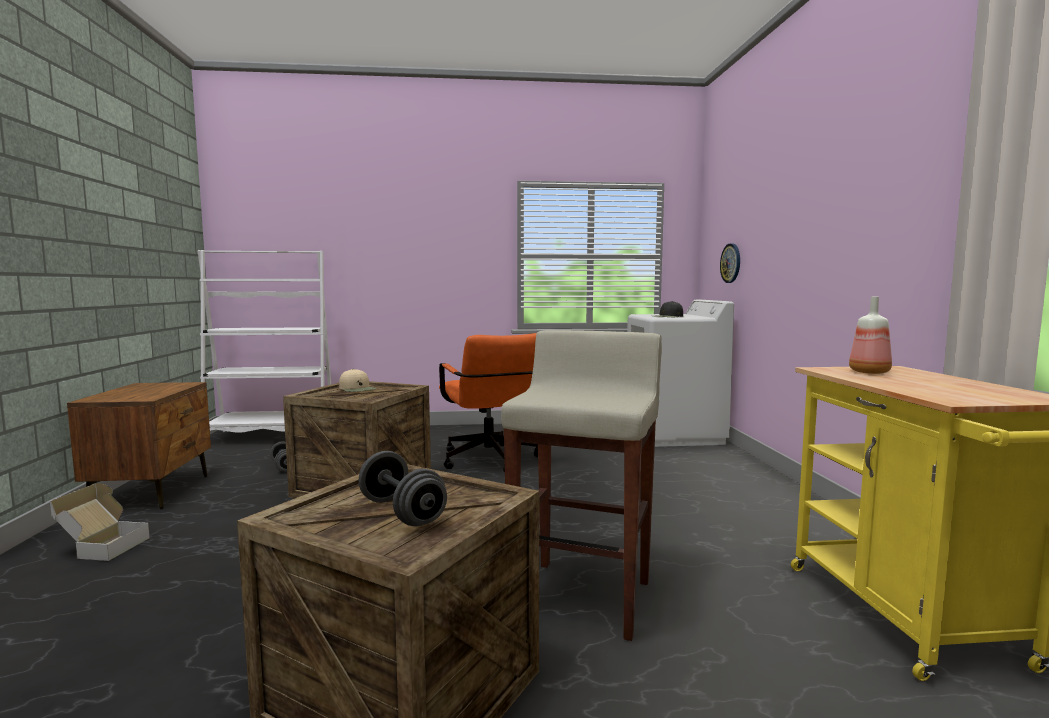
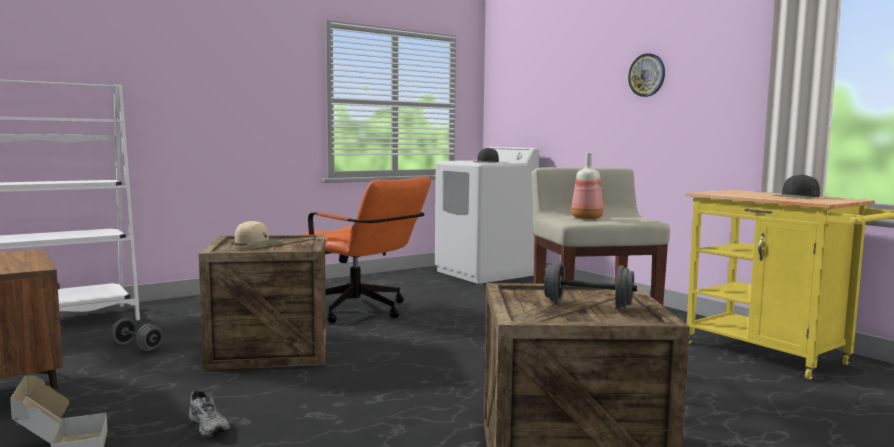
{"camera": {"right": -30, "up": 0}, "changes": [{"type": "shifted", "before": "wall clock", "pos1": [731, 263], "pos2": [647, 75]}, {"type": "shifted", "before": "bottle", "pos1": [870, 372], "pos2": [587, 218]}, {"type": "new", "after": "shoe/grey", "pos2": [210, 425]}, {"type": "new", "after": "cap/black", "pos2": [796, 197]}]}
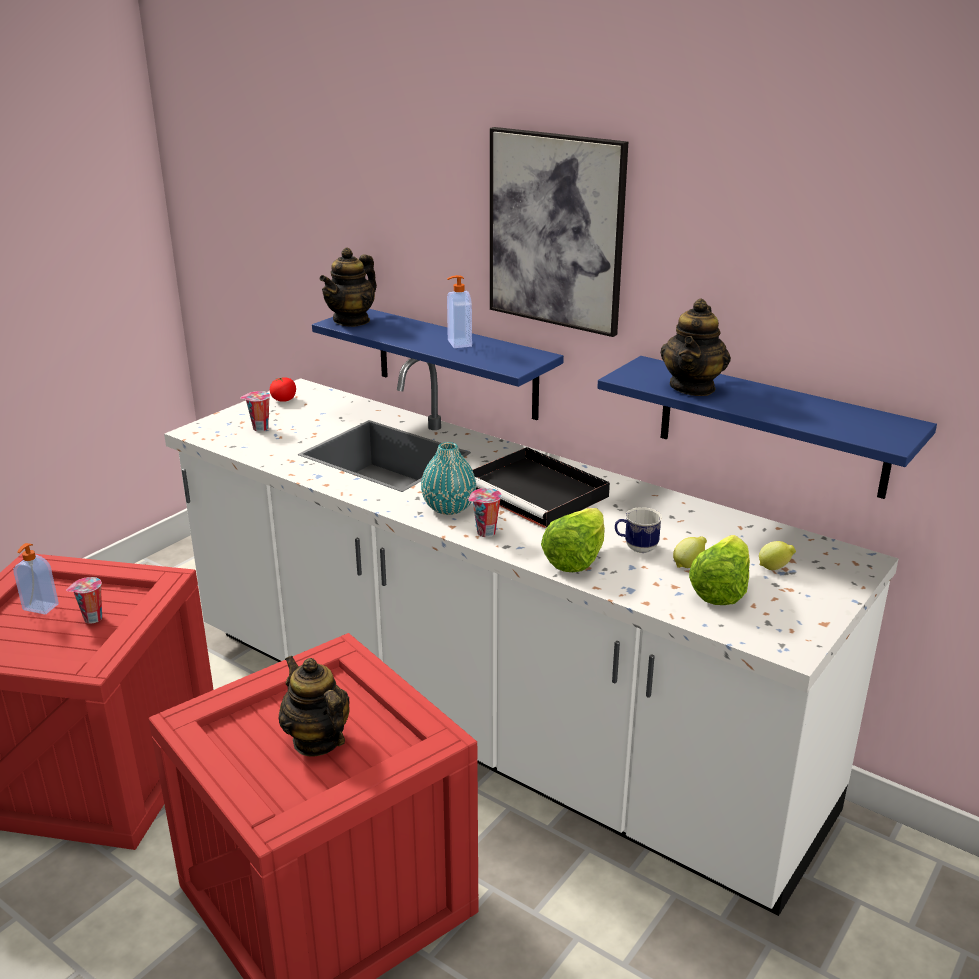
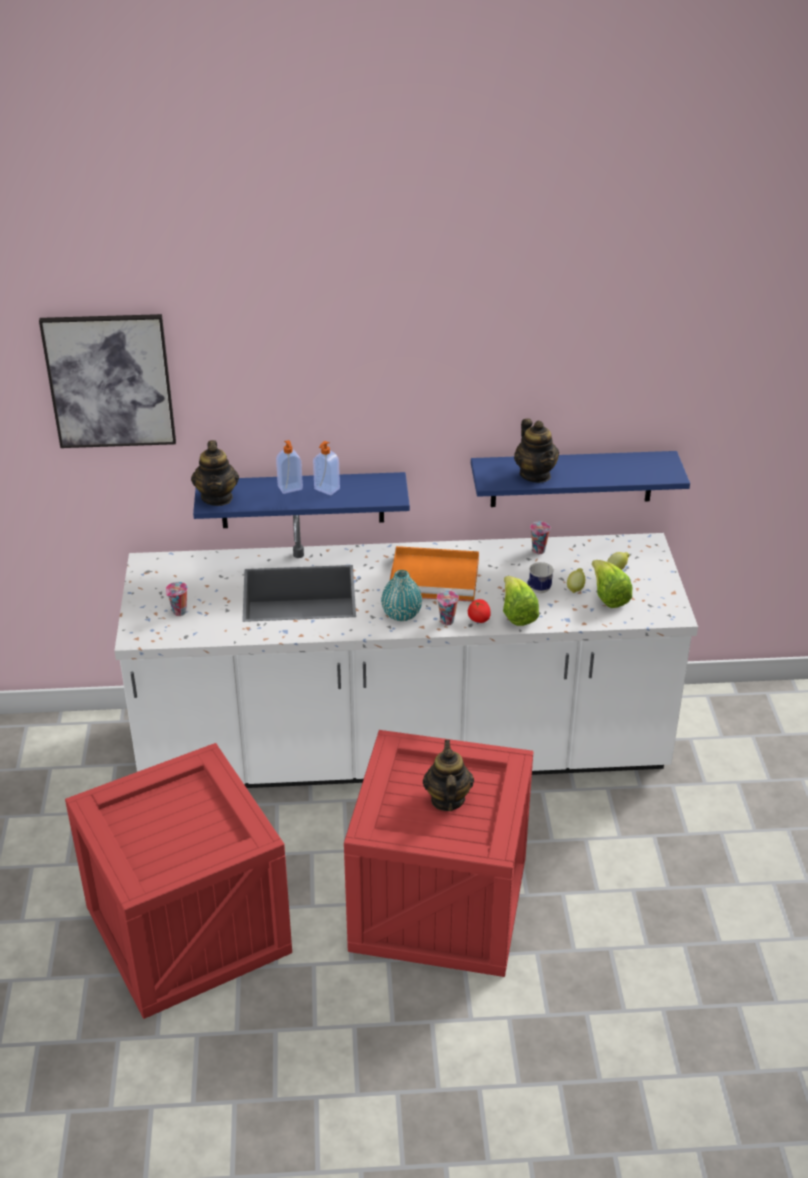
{"camera": {"right": -40, "up": 10}, "changes": [{"type": "shifted", "before": "soap dispenser", "pos1": [40, 608], "pos2": [290, 488]}, {"type": "shifted", "before": "cup", "pos1": [92, 619], "pos2": [538, 551]}, {"type": "shifted", "before": "tomato", "pos1": [283, 400], "pos2": [479, 619]}, {"type": "rotated", "before": "teapot", "pos1": [317, 740], "pos2": [447, 799], "turn": 75}, {"type": "repainted", "before": "tray/black", "after": "tray/orange", "pos1": [537, 493], "pos2": [436, 577]}, {"type": "shifted", "before": "picture", "pos1": [556, 231], "pos2": [110, 381]}]}
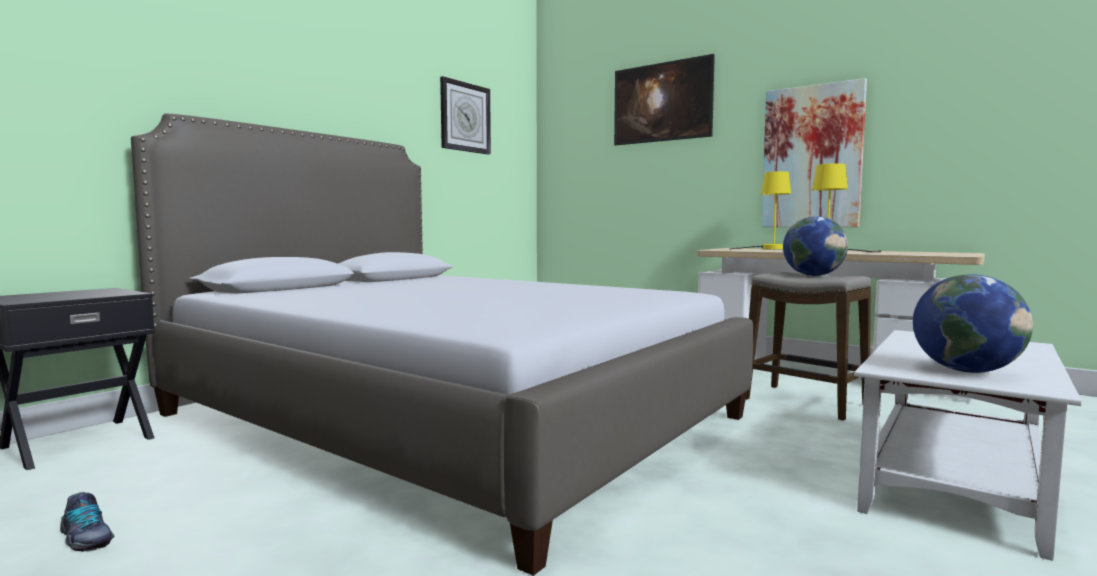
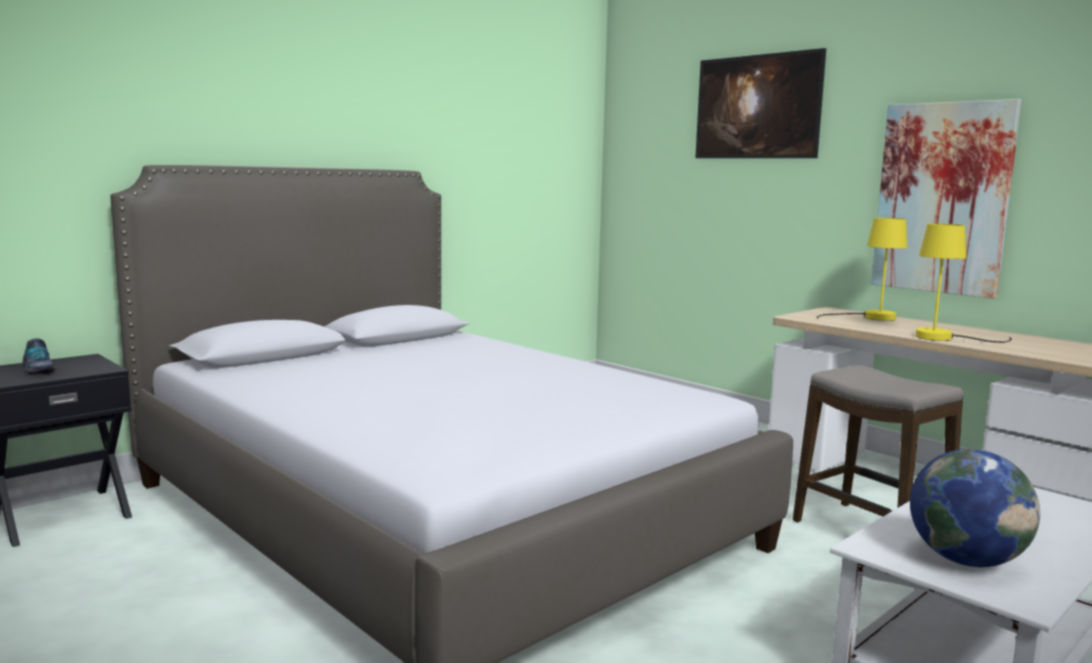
{"camera": {"right": 10, "up": 5}, "changes": [{"type": "shifted", "before": "shoe", "pos1": [85, 538], "pos2": [38, 370]}, {"type": "gone", "before": "wall clock", "pos1": [465, 117]}, {"type": "gone", "before": "globe", "pos1": [813, 275]}]}
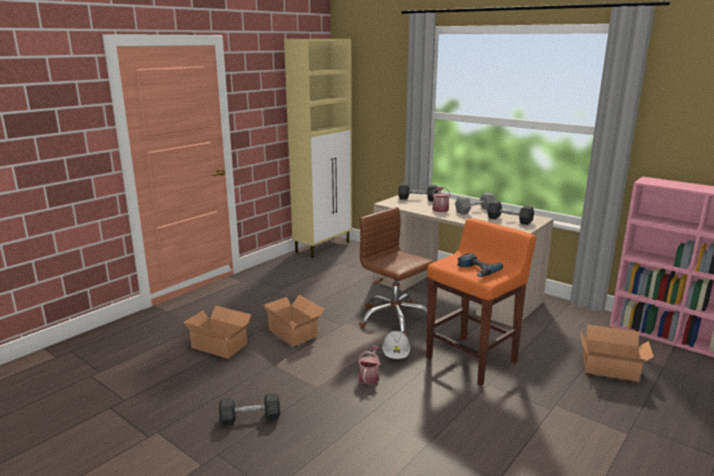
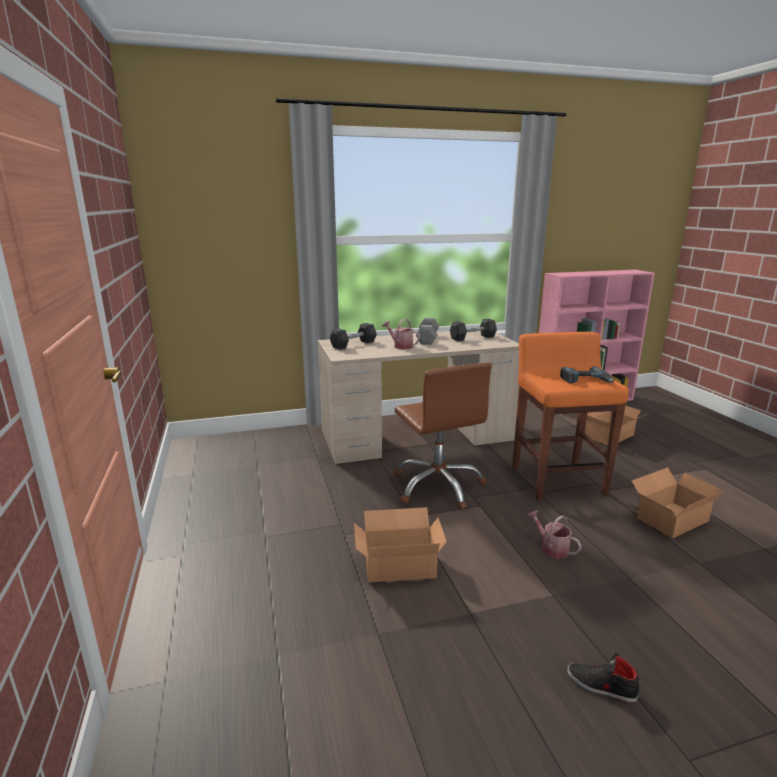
{"camera": {"right": -55, "up": 0}, "changes": [{"type": "shifted", "before": "cardboard box", "pos1": [219, 344], "pos2": [669, 519]}, {"type": "swapped", "before": "dumbbell/grey", "after": "shoe/black", "pos1": [250, 418], "pos2": [601, 686]}, {"type": "gone", "before": "cabinet/beige", "pos1": [323, 247]}, {"type": "rotated", "before": "office chair/brown", "pos1": [394, 318], "pos2": [438, 485], "turn": -105}, {"type": "gone", "before": "hard hat/white", "pos1": [396, 355]}]}
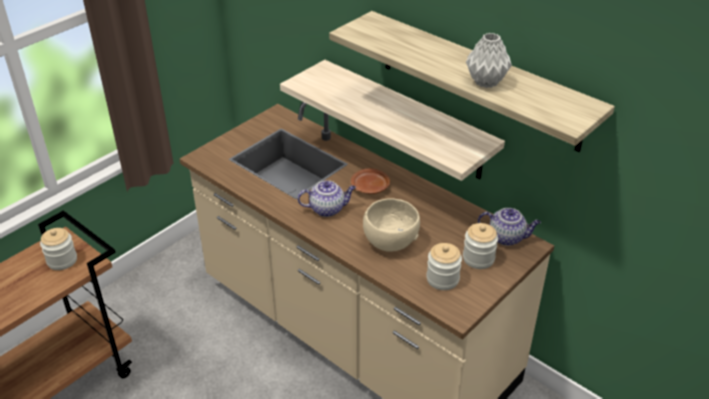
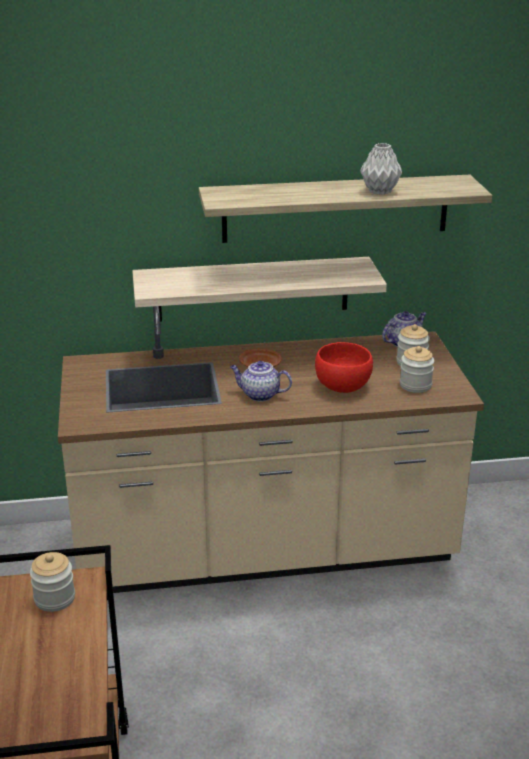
{"camera": {"right": -50, "up": -10}, "changes": [{"type": "rotated", "before": "teapot", "pos1": [327, 209], "pos2": [259, 395], "turn": -105}, {"type": "repainted", "before": "bowl/beige", "after": "bowl/red", "pos1": [390, 242], "pos2": [342, 387]}]}
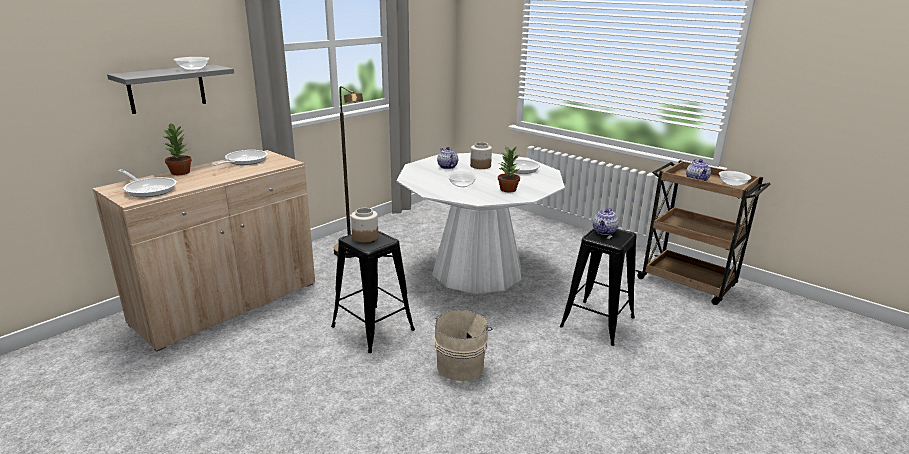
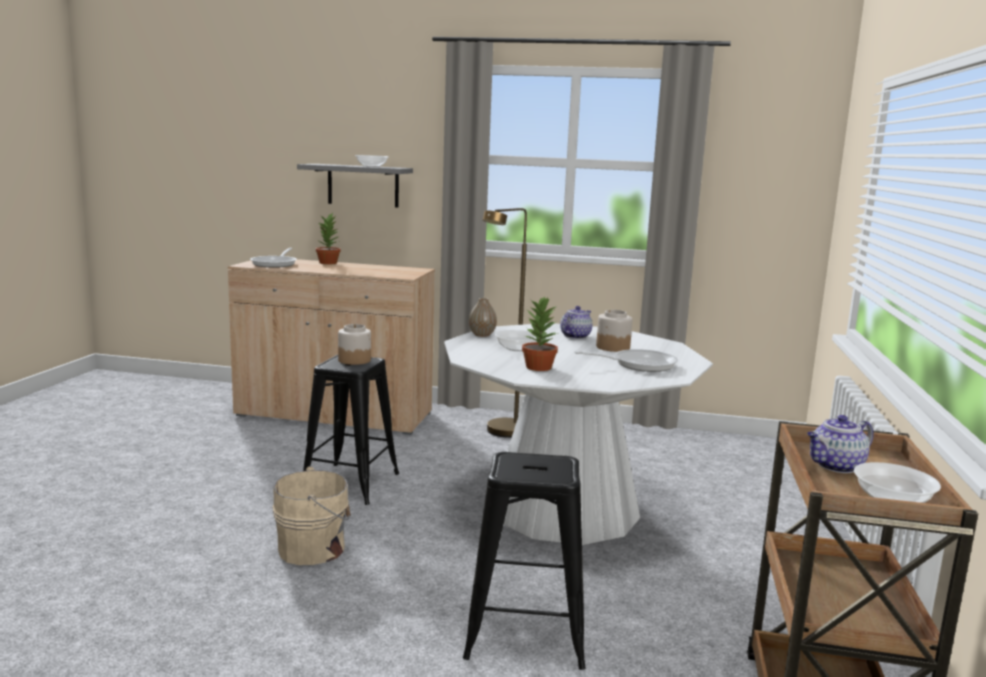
{"camera": {"right": 60, "up": -10}, "changes": [{"type": "gone", "before": "frying pan", "pos1": [244, 161]}, {"type": "gone", "before": "teapot", "pos1": [604, 232]}, {"type": "new", "after": "vase", "pos2": [482, 335]}]}
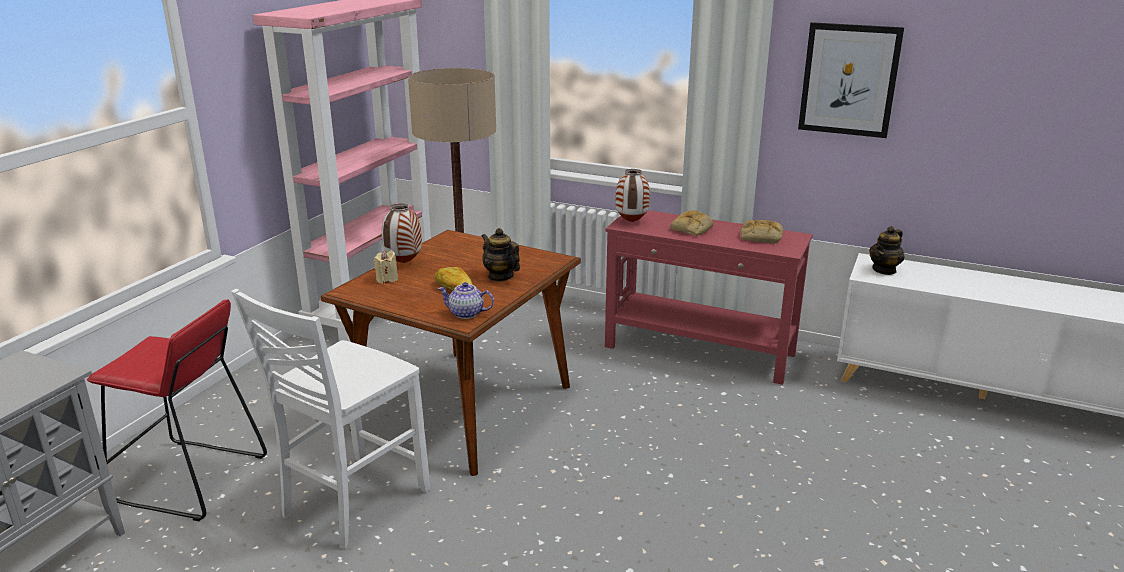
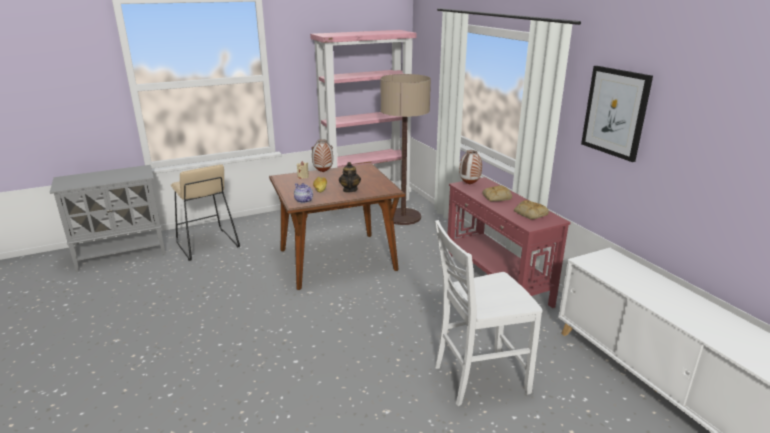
{"camera": {"right": 40, "up": 0}, "changes": [{"type": "repainted", "before": "stool/red", "after": "stool/beige", "pos1": [189, 479], "pos2": [206, 244]}, {"type": "shifted", "before": "chair/white", "pos1": [352, 503], "pos2": [478, 378]}, {"type": "gone", "before": "teapot", "pos1": [884, 270]}]}
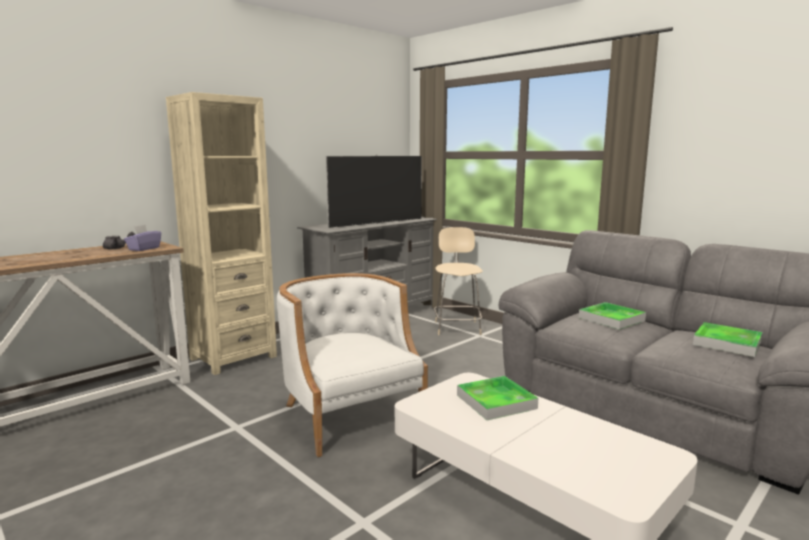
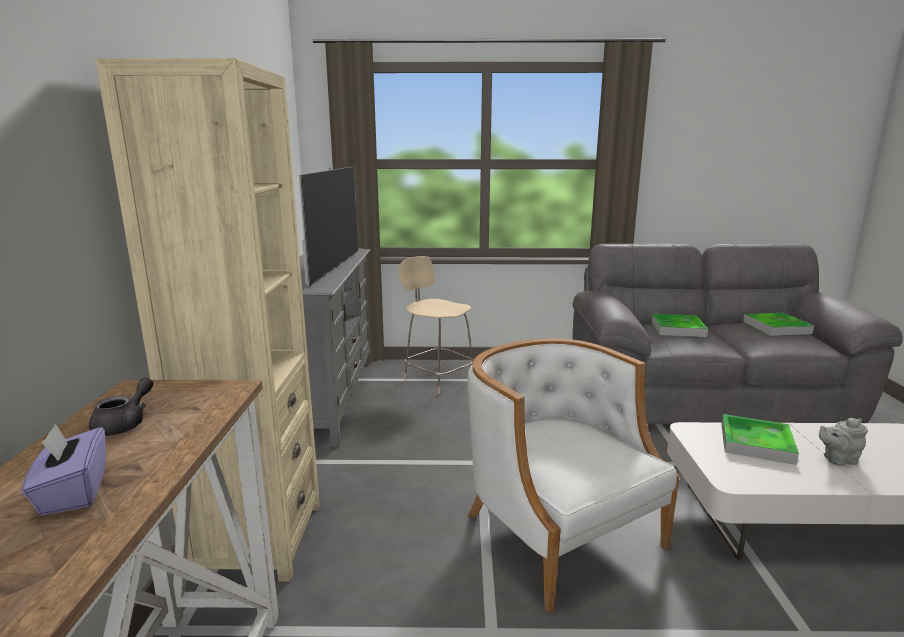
{"camera": {"right": -45, "up": 5}, "changes": [{"type": "shifted", "before": "tissue box/purple", "pos1": [144, 249], "pos2": [73, 492]}, {"type": "rotated", "before": "armchair/white", "pos1": [349, 414], "pos2": [556, 530], "turn": 45}, {"type": "new", "after": "teapot/grey", "pos2": [837, 459]}]}
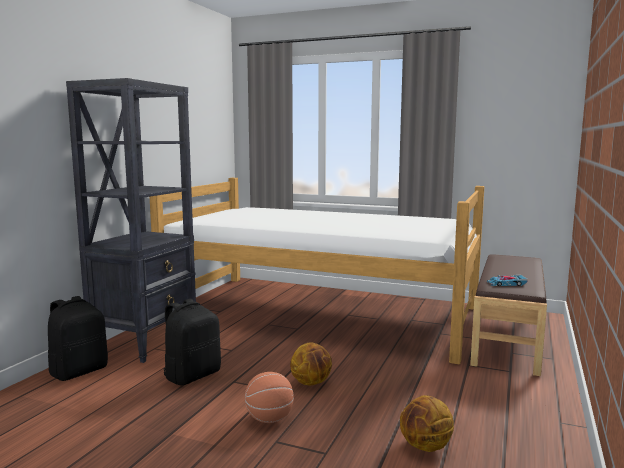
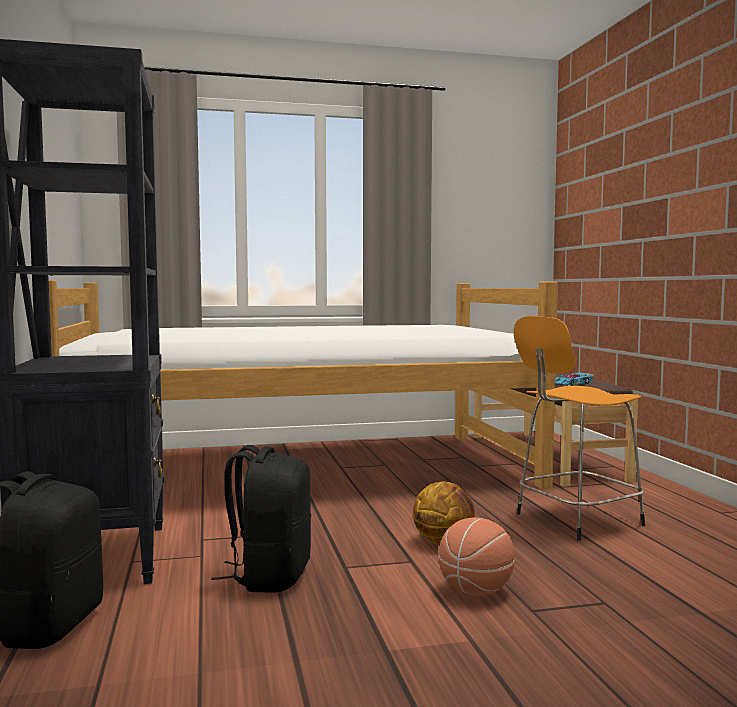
{"camera": {"right": -35, "up": -5}, "changes": [{"type": "gone", "before": "basketball", "pos1": [425, 447]}, {"type": "new", "after": "stool/orange", "pos2": [575, 520]}]}
